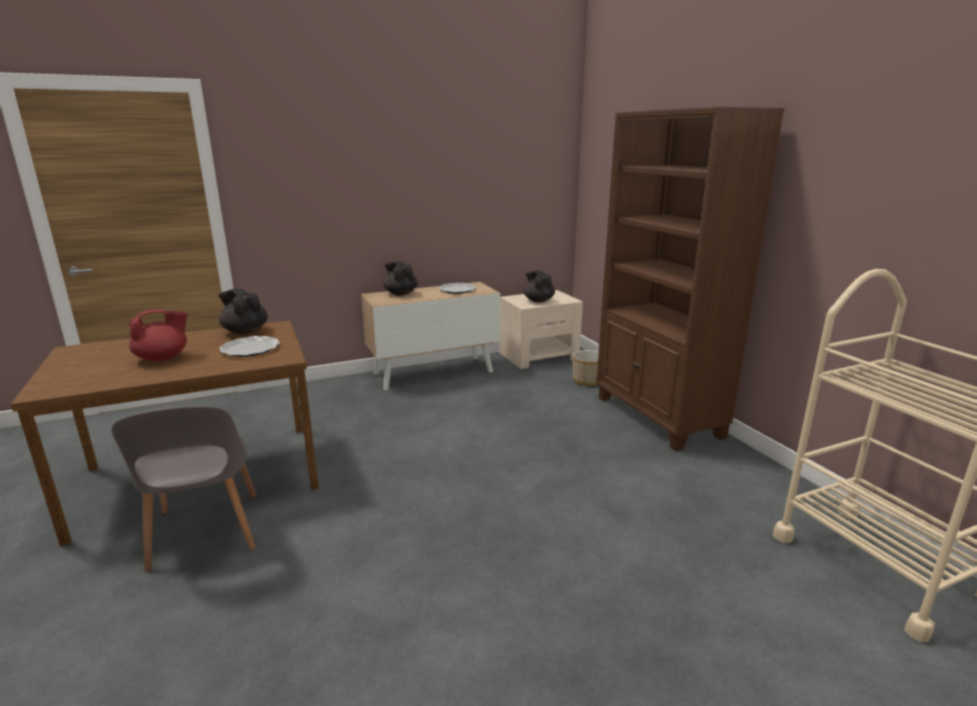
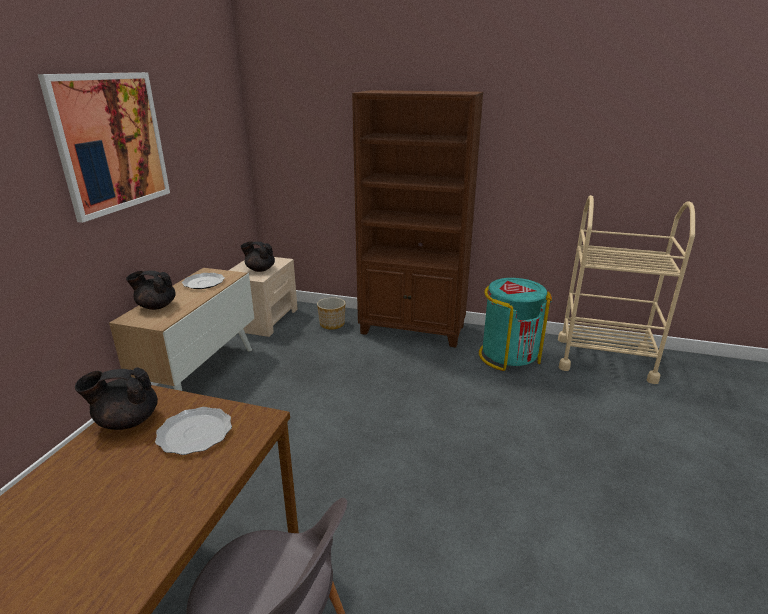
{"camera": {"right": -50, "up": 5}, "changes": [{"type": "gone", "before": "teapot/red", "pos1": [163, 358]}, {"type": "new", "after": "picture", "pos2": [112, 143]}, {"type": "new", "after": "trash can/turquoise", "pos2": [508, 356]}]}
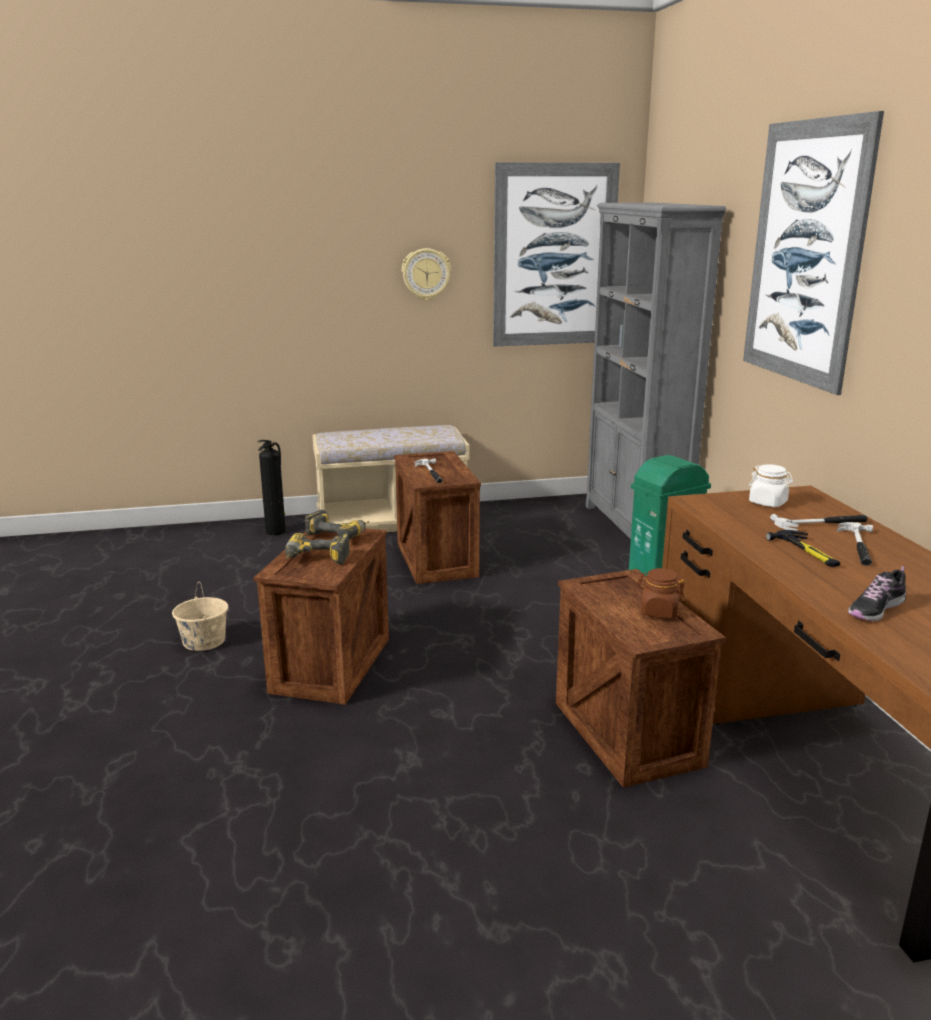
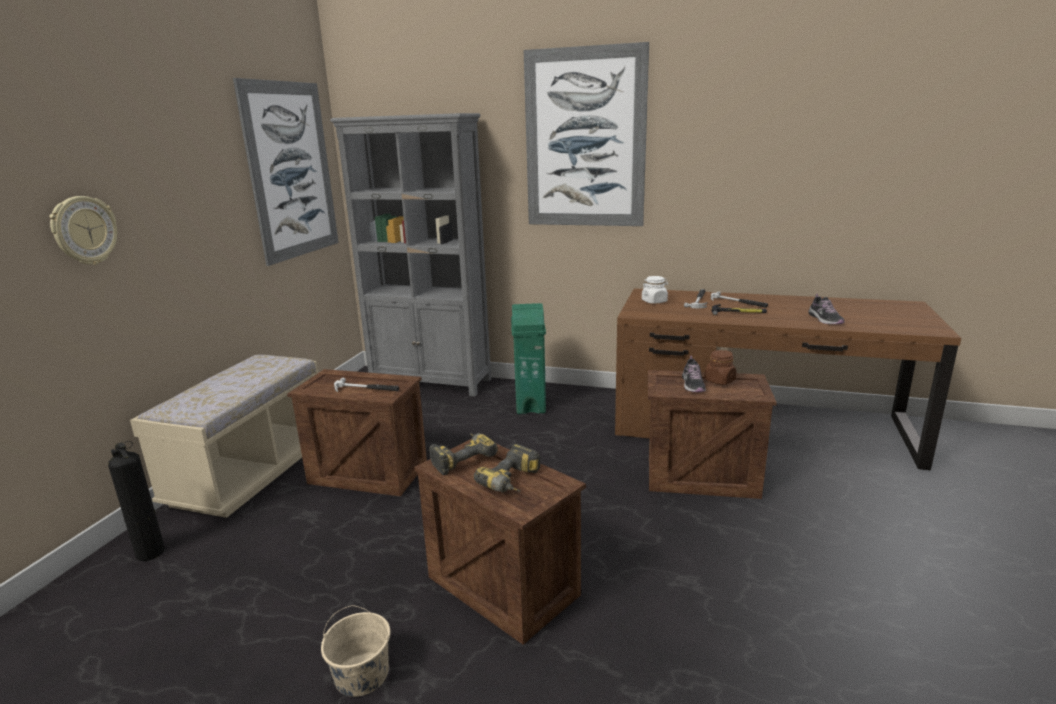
{"camera": {"right": -60, "up": 0}, "changes": [{"type": "shifted", "before": "wall clock", "pos1": [426, 274], "pos2": [84, 230]}, {"type": "new", "after": "shoe", "pos2": [693, 385]}]}
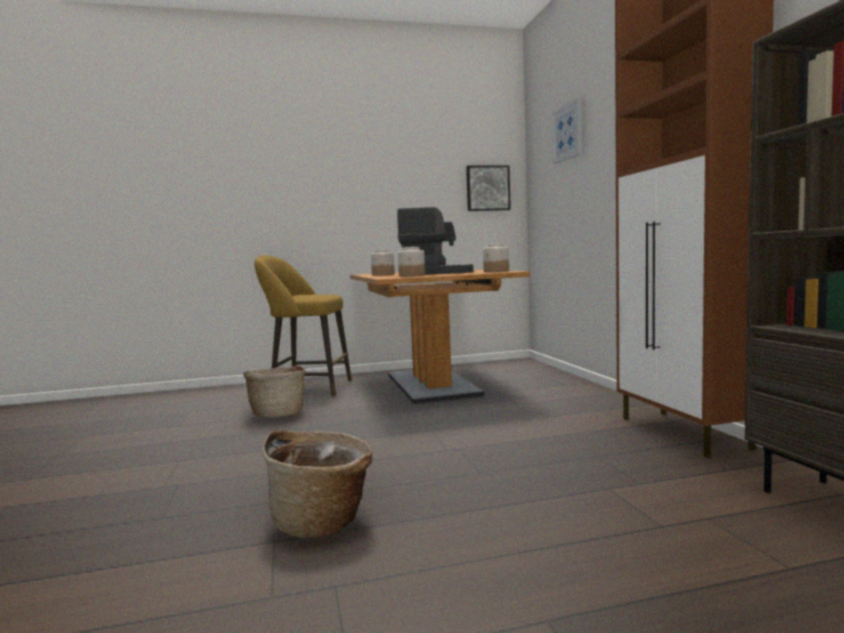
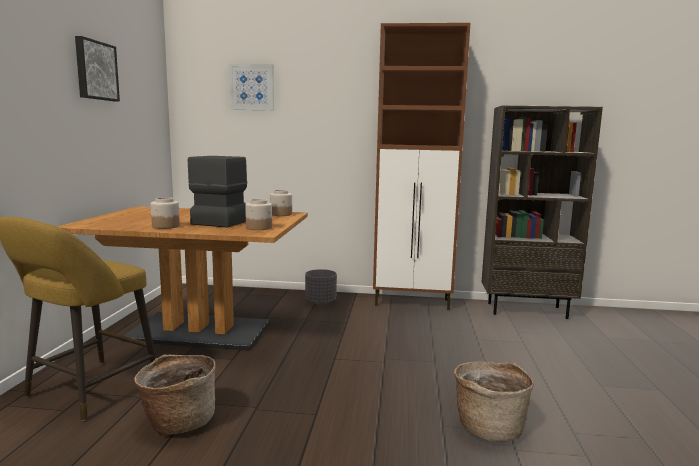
{"camera": {"right": -70, "up": 5}, "changes": [{"type": "shifted", "before": "picture", "pos1": [487, 188], "pos2": [95, 70]}, {"type": "new", "after": "planter/grey", "pos2": [320, 302]}]}
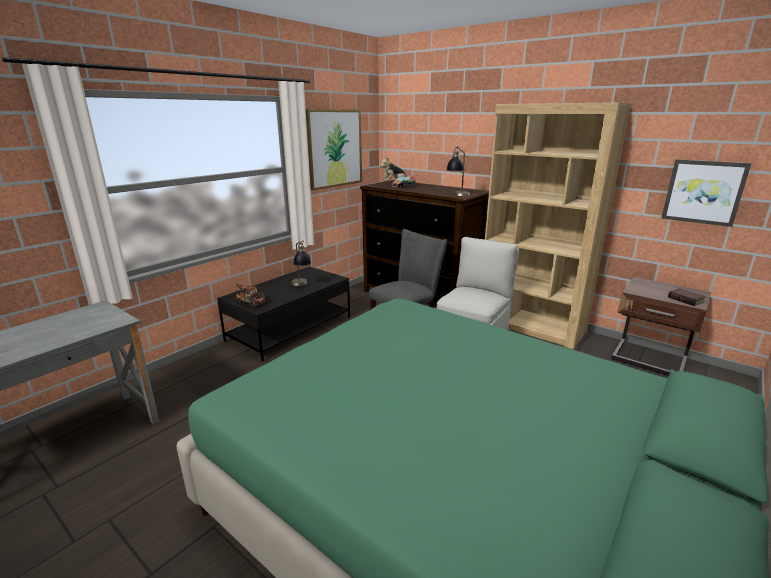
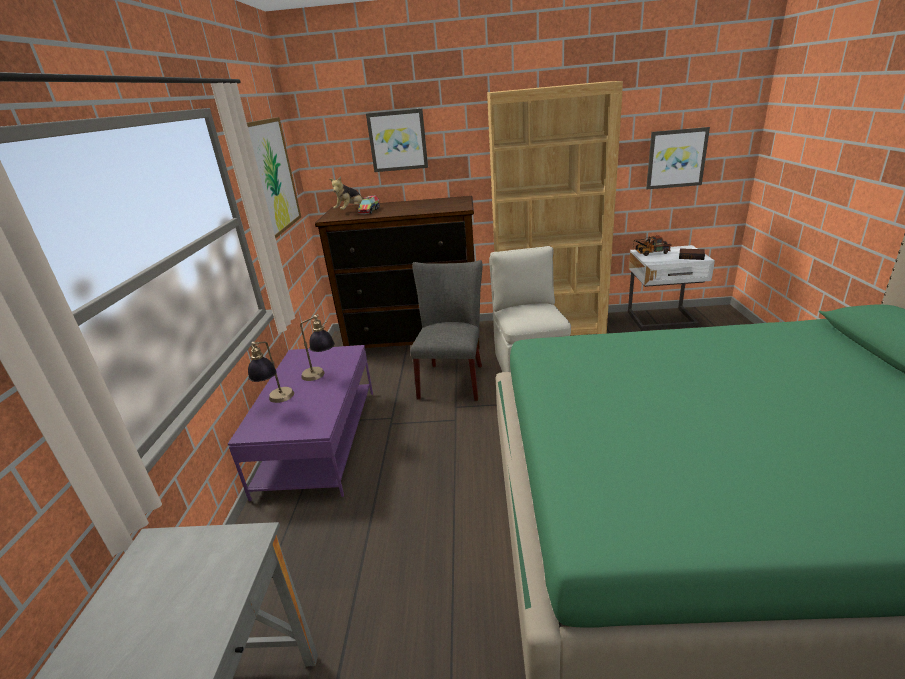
{"camera": {"right": -35, "up": 5}, "changes": [{"type": "repainted", "before": "coffee table/black", "after": "coffee table/purple", "pos1": [290, 328], "pos2": [319, 440]}, {"type": "shifted", "before": "toy truck", "pos1": [249, 301], "pos2": [650, 253]}, {"type": "shifted", "before": "table lamp", "pos1": [457, 195], "pos2": [277, 402]}, {"type": "repainted", "before": "nightstand/brown", "after": "nightstand/white", "pos1": [648, 361], "pos2": [662, 320]}, {"type": "new", "after": "picture", "pos2": [397, 140]}]}
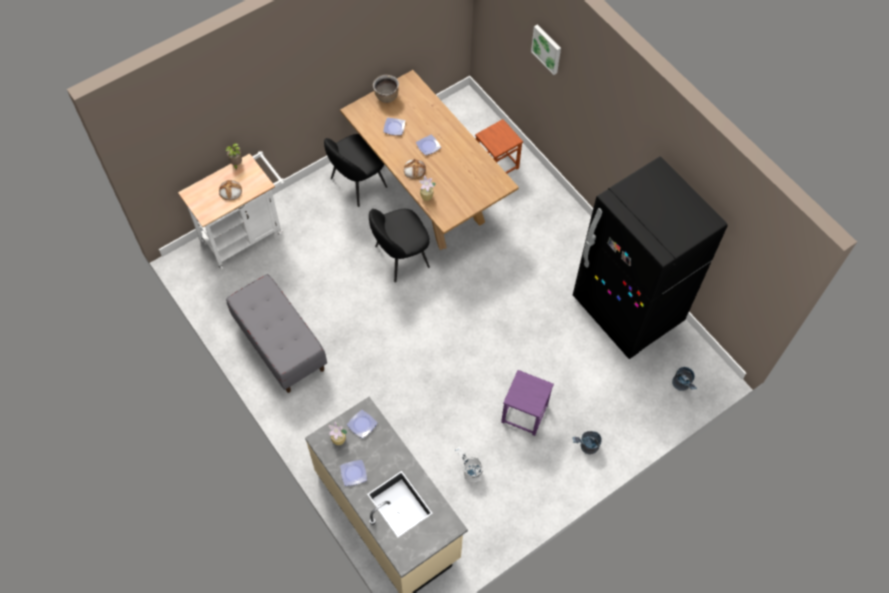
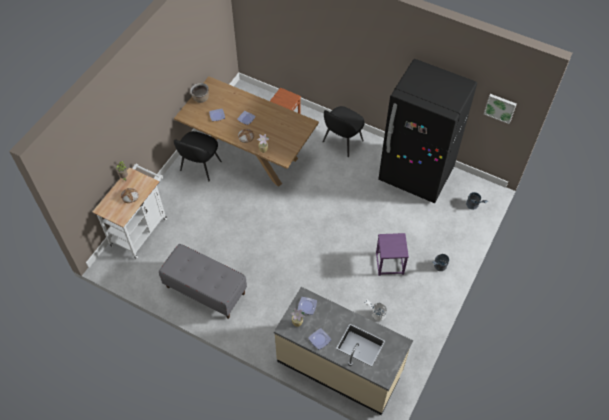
{"camera": {"right": -25, "up": -5}, "changes": [{"type": "shifted", "before": "chair/black", "pos1": [400, 257], "pos2": [342, 142]}, {"type": "shifted", "before": "picture", "pos1": [547, 48], "pos2": [500, 107]}]}
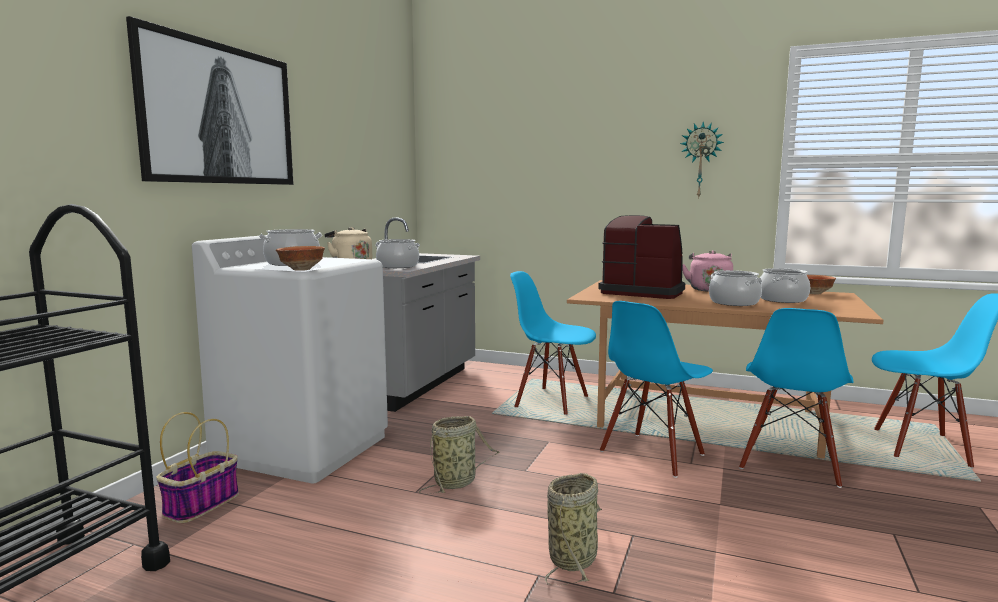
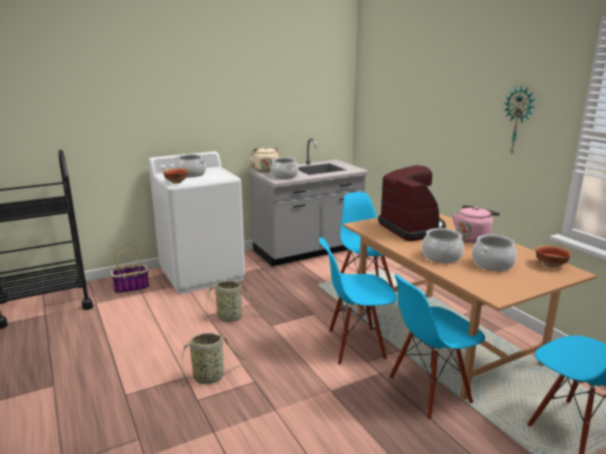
{"camera": {"right": 40, "up": 10}, "changes": [{"type": "gone", "before": "picture", "pos1": [219, 114]}]}
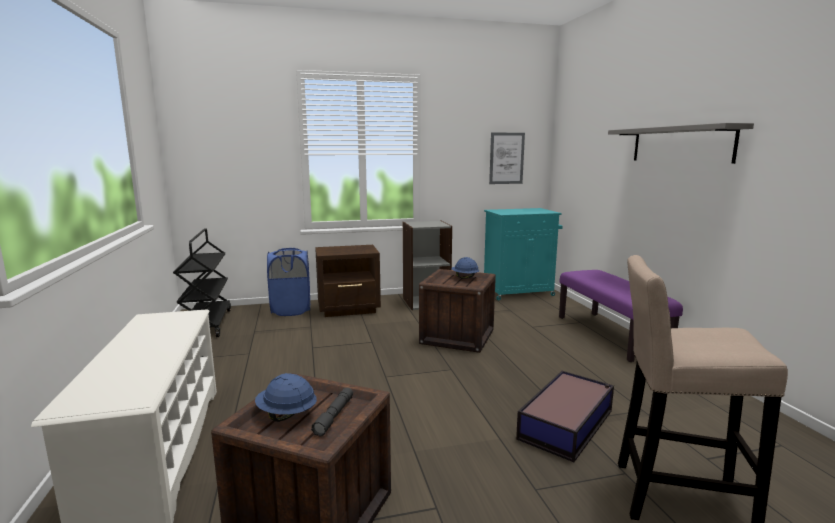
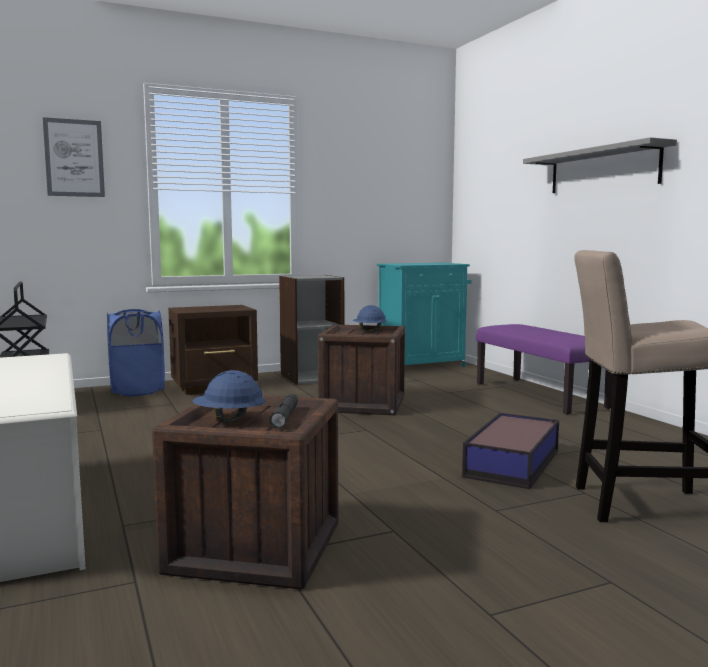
{"camera": {"right": -10, "up": -5}, "changes": [{"type": "shifted", "before": "picture", "pos1": [506, 158], "pos2": [74, 158]}]}
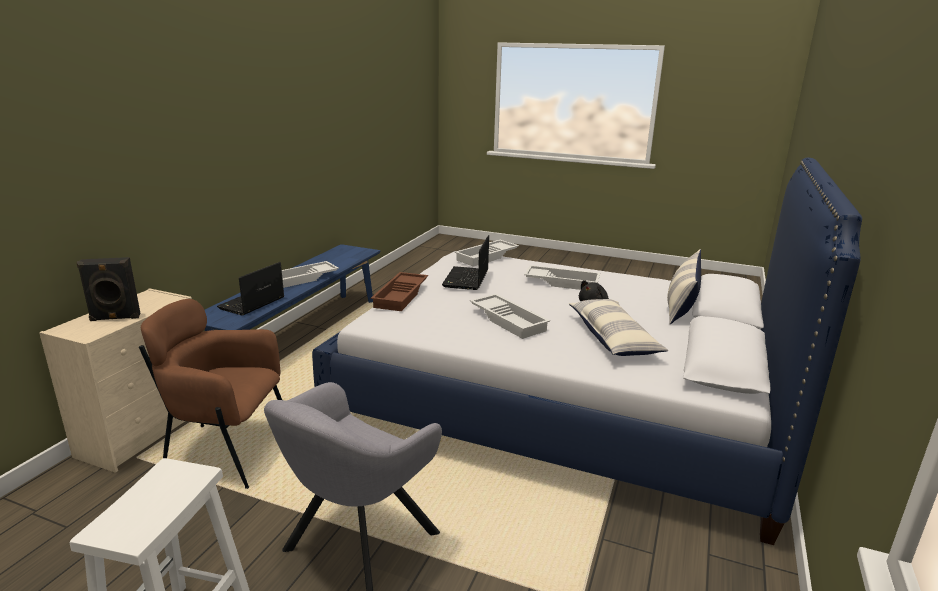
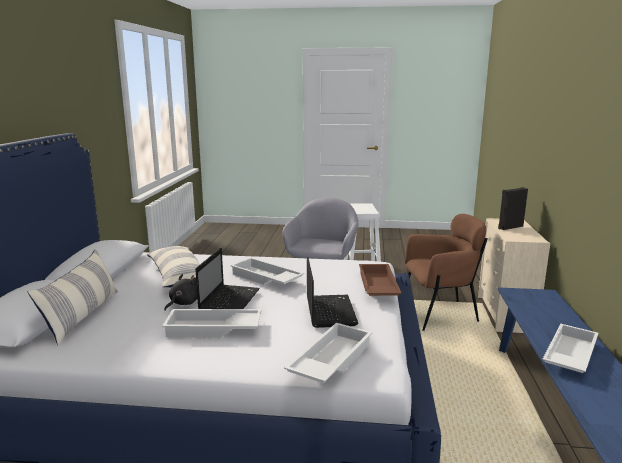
{"camera": {"right": 165, "up": -5}, "changes": [{"type": "shifted", "before": "laptop", "pos1": [251, 304], "pos2": [230, 300]}]}
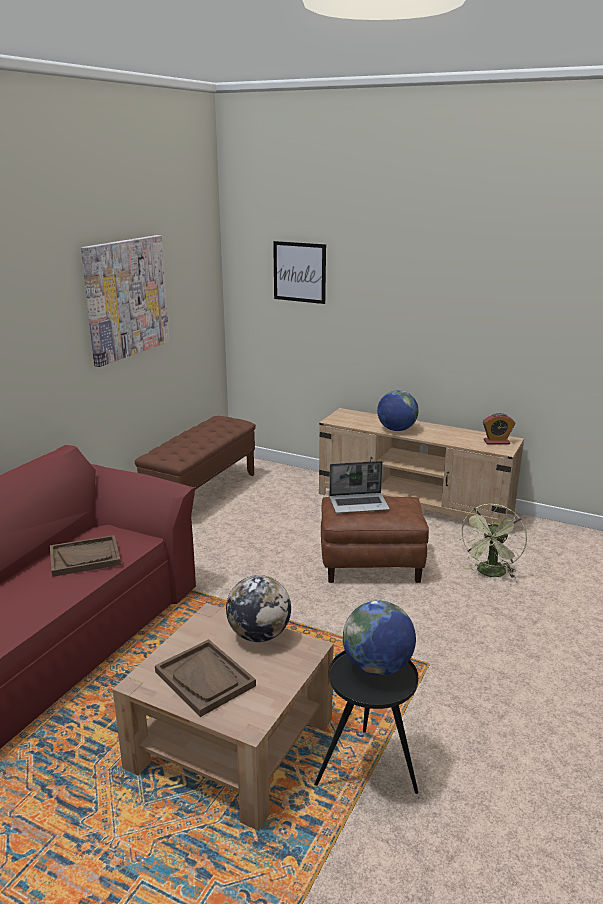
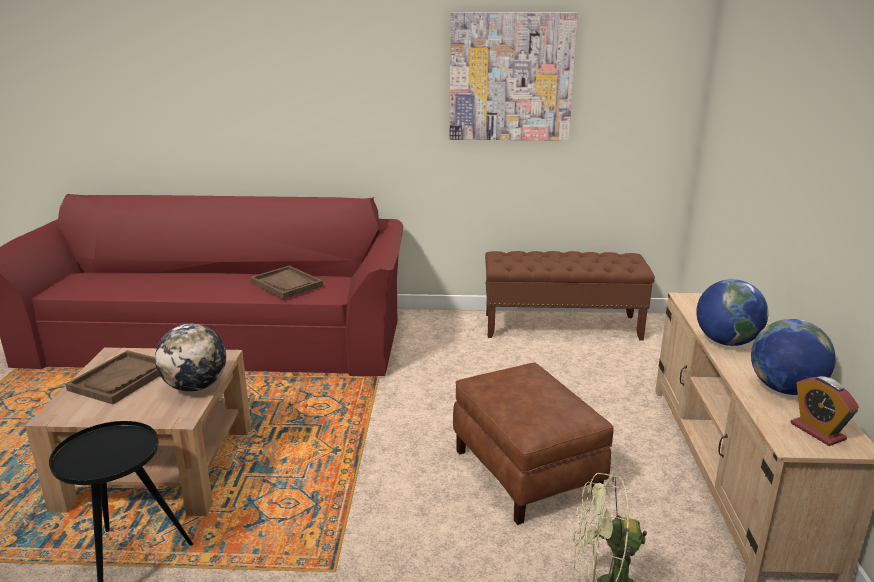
{"camera": {"right": 65, "up": 0}, "changes": [{"type": "gone", "before": "picture", "pos1": [299, 272]}, {"type": "gone", "before": "laptop", "pos1": [359, 504]}, {"type": "shifted", "before": "globe", "pos1": [377, 667], "pos2": [784, 389]}]}
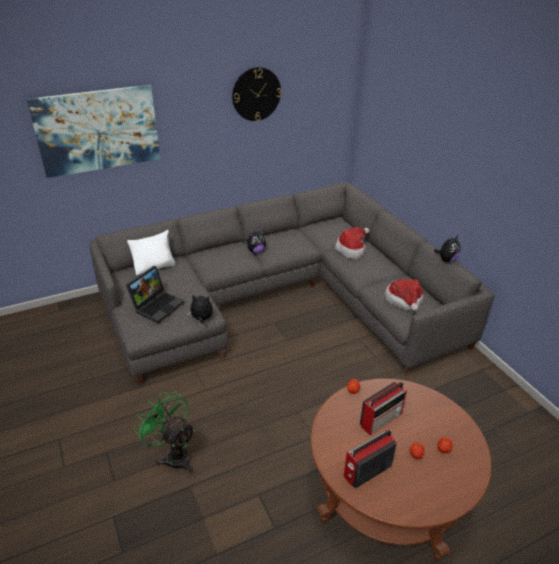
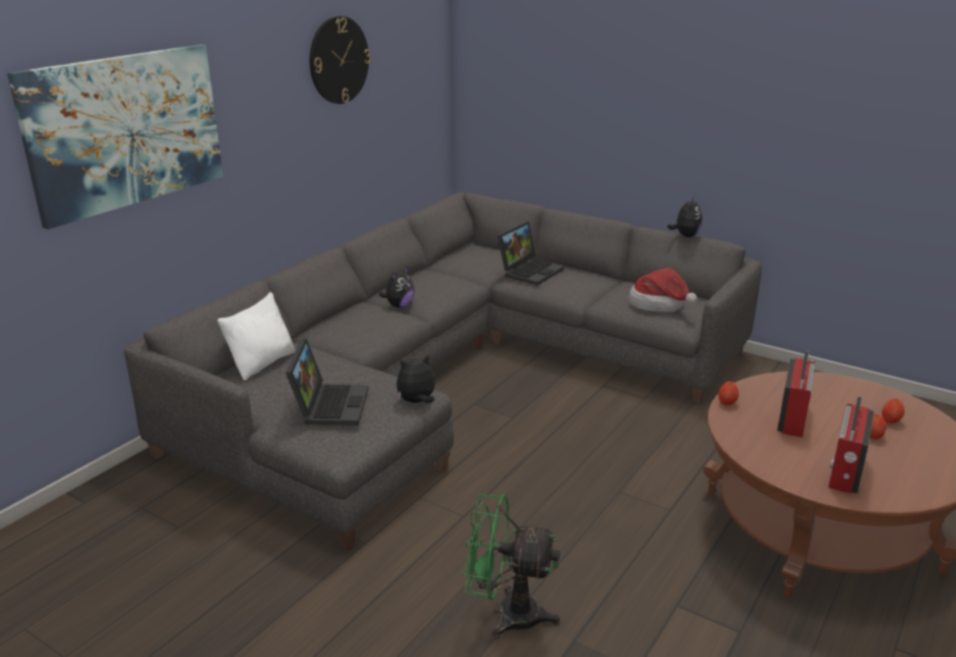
{"camera": {"right": -30, "up": -10}, "changes": [{"type": "swapped", "before": "hat", "after": "laptop", "pos1": [352, 249], "pos2": [530, 271]}]}
